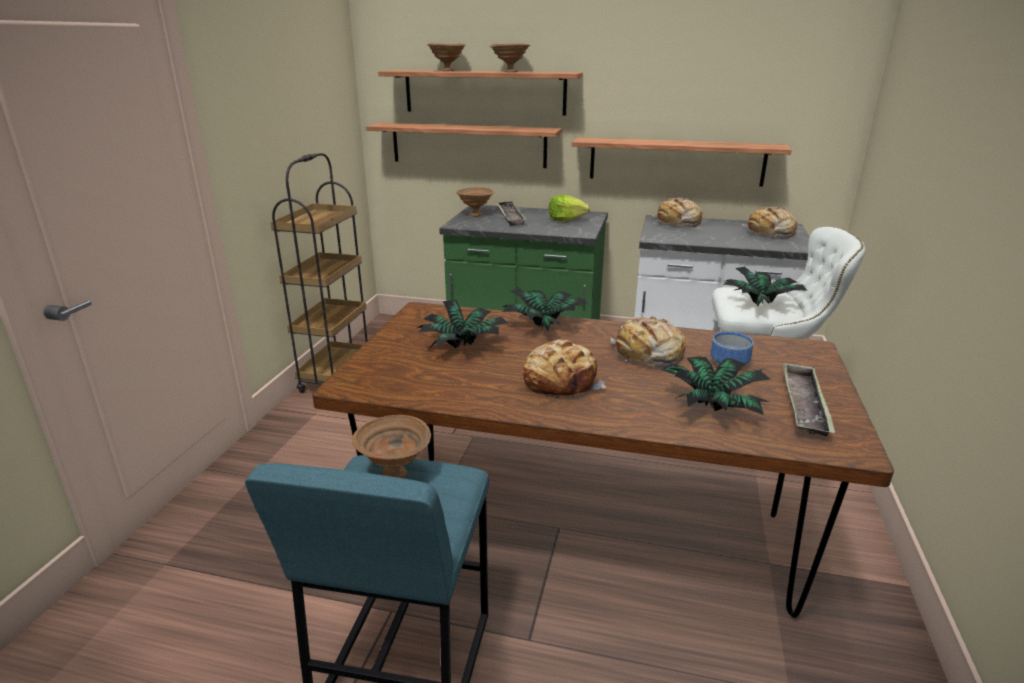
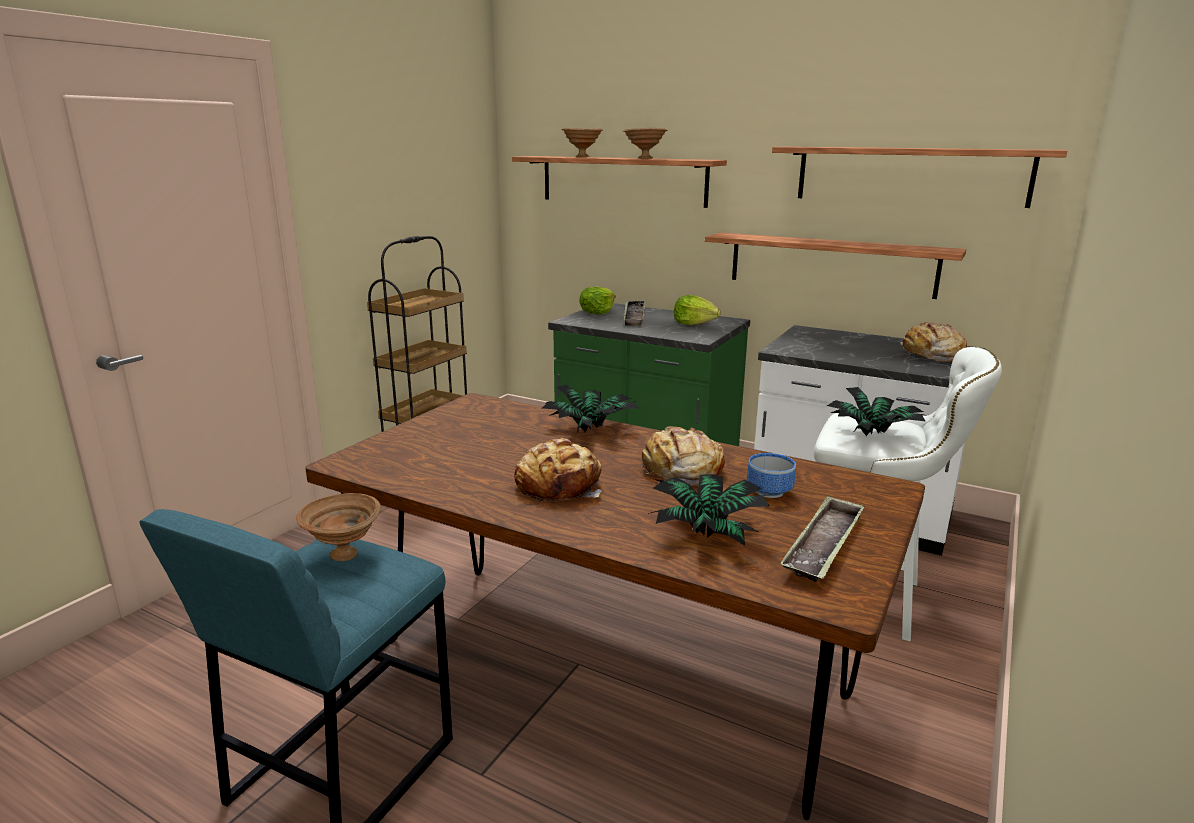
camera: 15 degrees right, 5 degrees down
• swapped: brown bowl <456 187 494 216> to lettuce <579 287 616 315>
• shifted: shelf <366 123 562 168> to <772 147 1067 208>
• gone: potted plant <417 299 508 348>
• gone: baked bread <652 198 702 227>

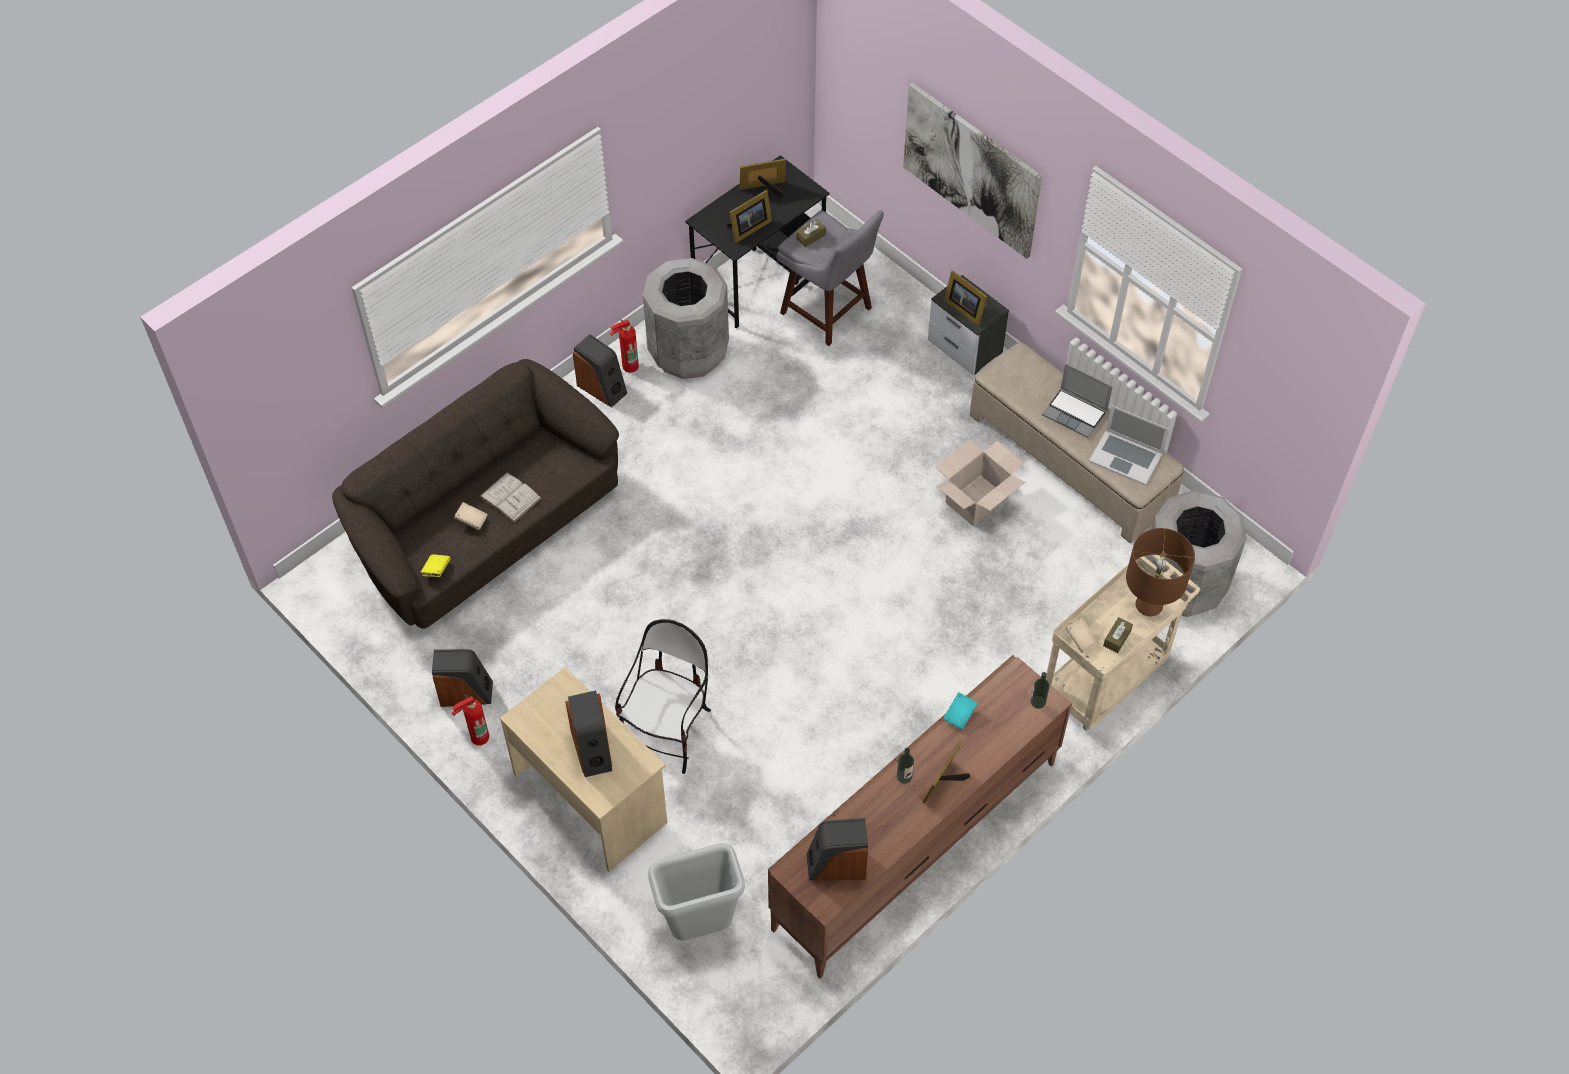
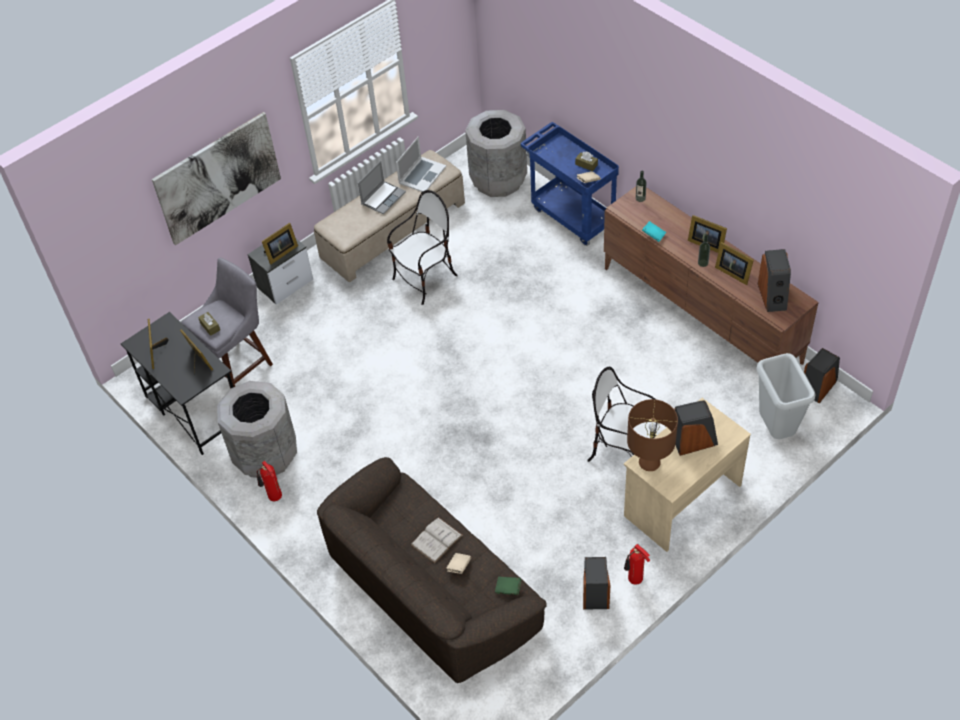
camera: 85 degrees left, 5 degrees down
• swapped: cardboard box <935 439 1025 526> to plain chair <387 190 458 305>
• repainted: yellowish book <421 554 451 577> to green-coloured book <495 577 521 595>
• repainted: beige trolley <1046 555 1200 730> to blue-coloured trolley <521 122 619 246>
• shifted: brown table lamp <1126 528 1195 616> to <627 399 678 471>
• new: picture frame <715 242 754 285>
• shifted: audio speaker <573 334 628 408> to <804 348 840 403>

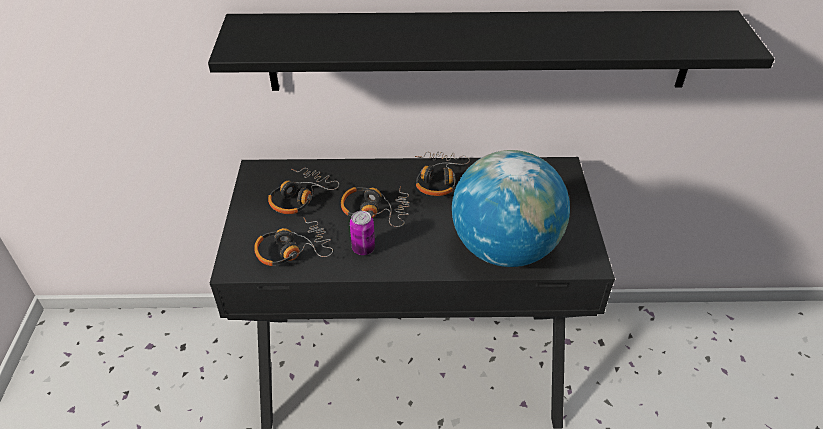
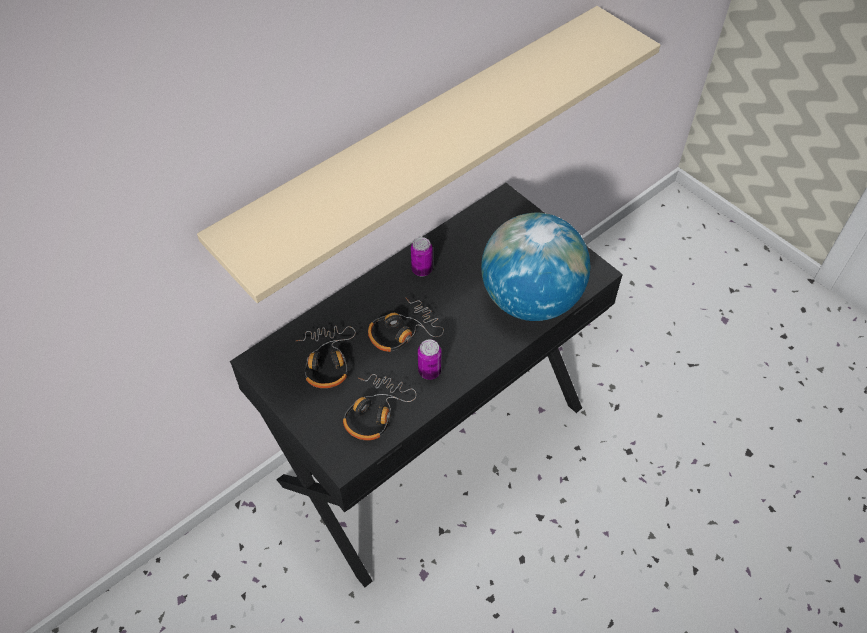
camera: 40 degrees left, 10 degrees up
• repainted: black-coloured shelf <208 10 774 91> to beige shelf <197 6 660 303>
• swapped: headphones <415 152 470 196> to can <411 237 433 276>

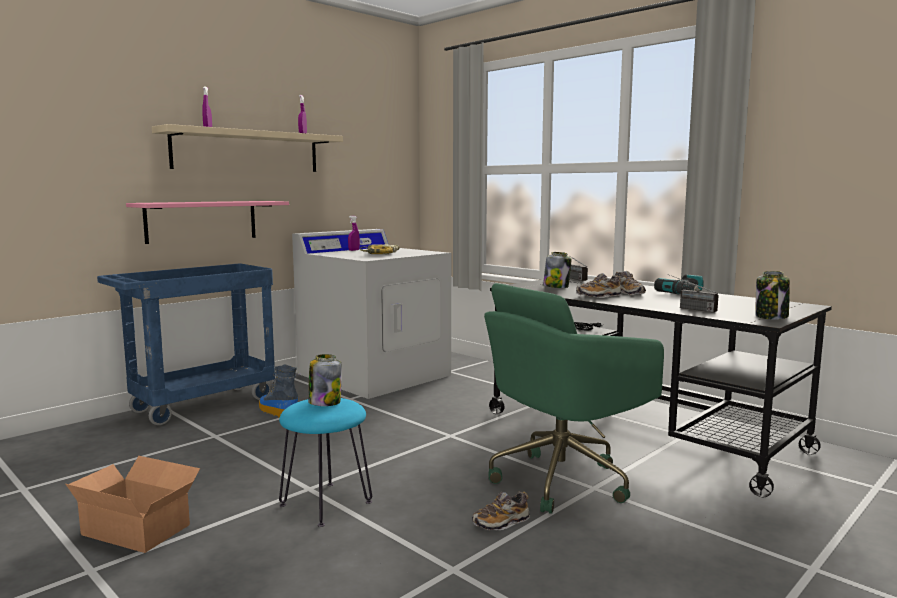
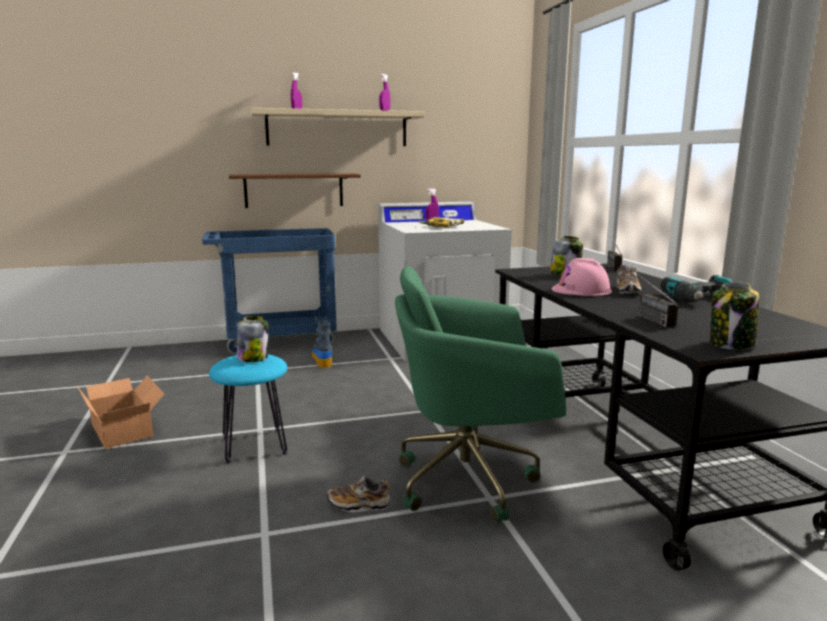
camera: 30 degrees right, 5 degrees up
• repainted: pinkish shelf <126 201 289 244> to brown shelf <229 173 361 208>
• swapped: low shoe <576 273 621 298> to pinkish safety helmet <552 258 612 296>

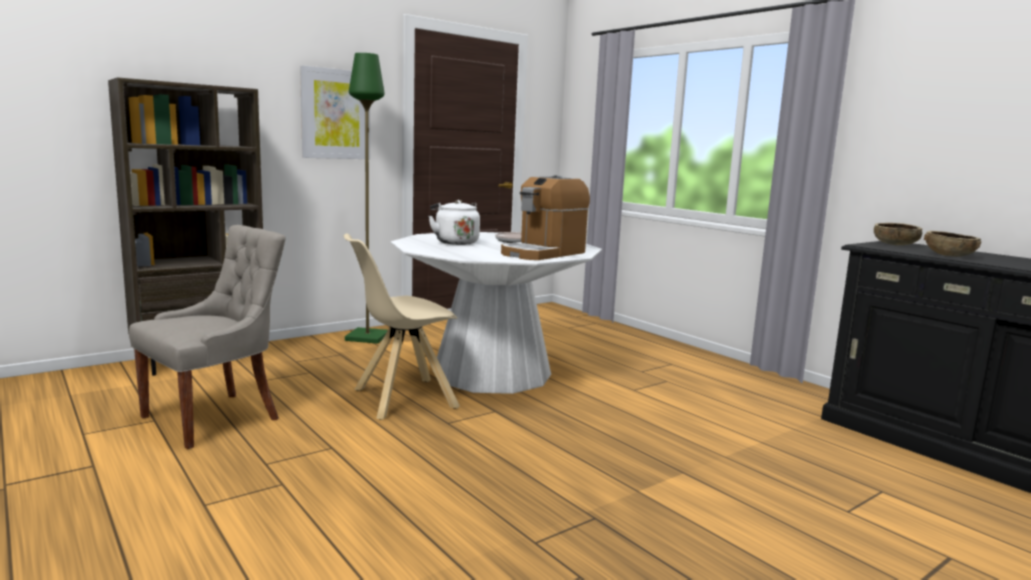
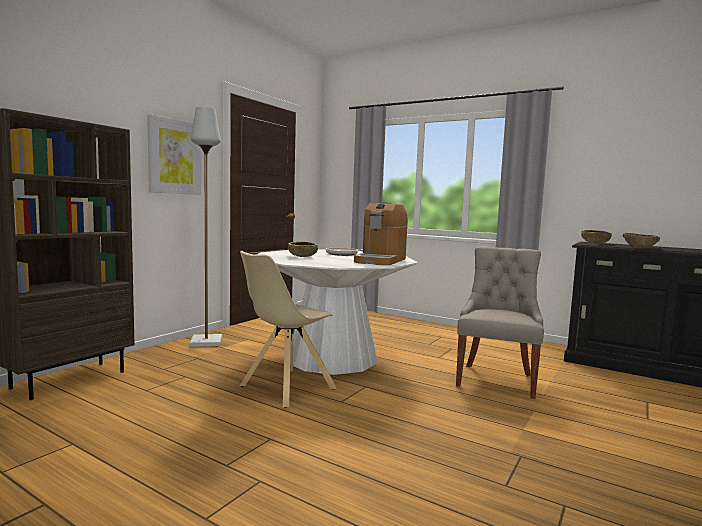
camera: 20 degrees left, 5 degrees down
• repainted: green-coloured floor lamp <345 53 388 344> to gray floor lamp <190 107 222 347>
• swapped: white tea kettle <429 200 480 245> to brown bowl <288 242 318 257>
• shifted: gray plain chair <129 225 286 449> to <456 246 544 399>

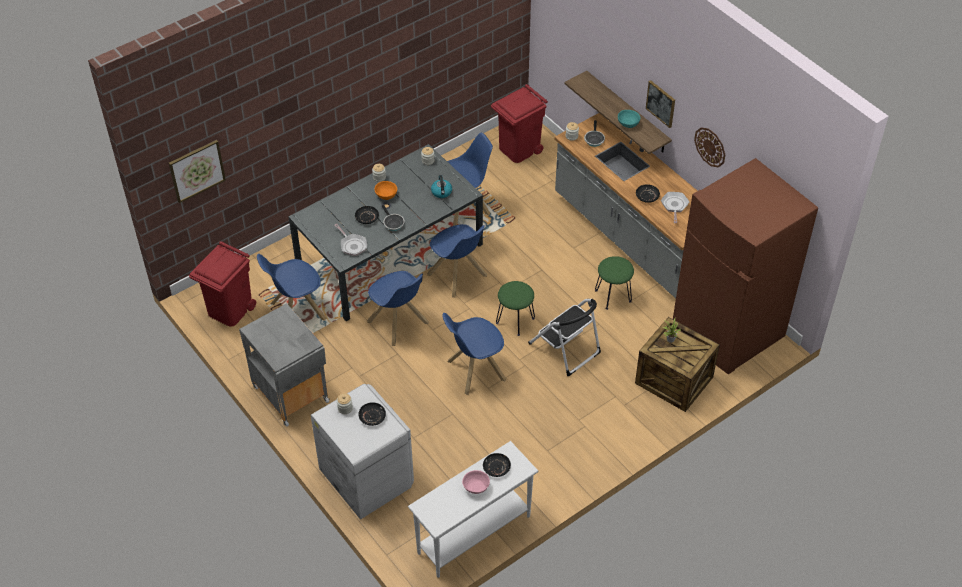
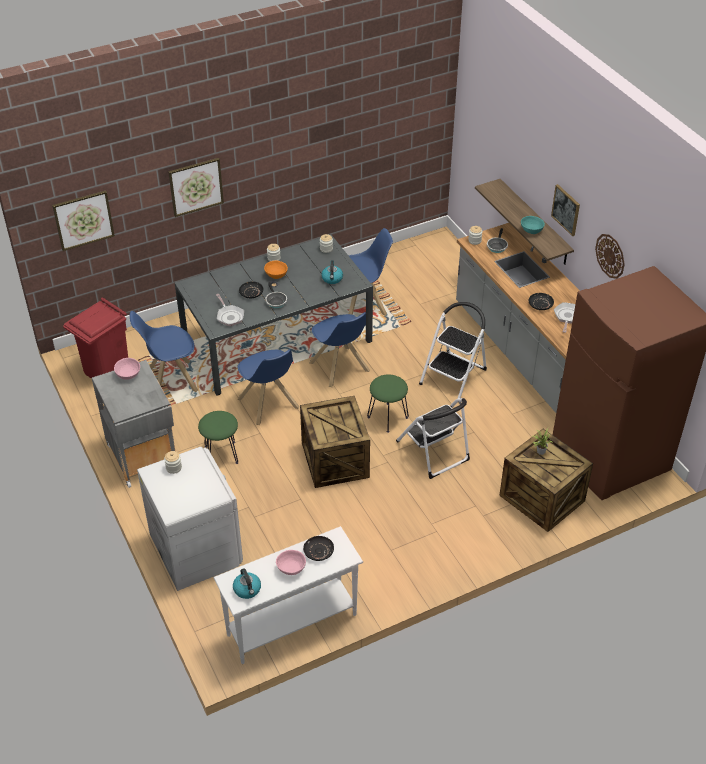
camera: 10 degrees right, 5 degrees down
• new: pinkish bowl <114 358 140 380>
• new: wall art <168 158 224 217>
• shifted: green-coloured stool seat <595 256 634 310> to <198 411 239 464>
• new: tea kettle <233 568 261 599>
• swapped: blue-coloured plain chair <442 313 506 395> to shipping crate <300 396 370 488>
• new: stepladder <419 302 487 399>
• gone: black-coloured plate <358 402 386 426>
• gone: reddish waste bin <491 84 548 163>

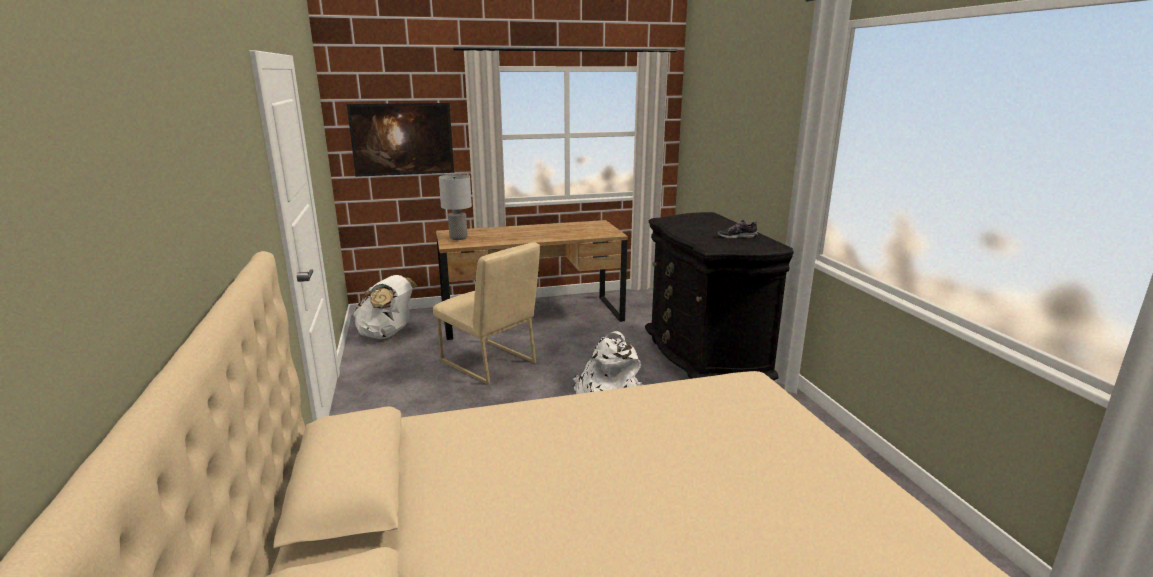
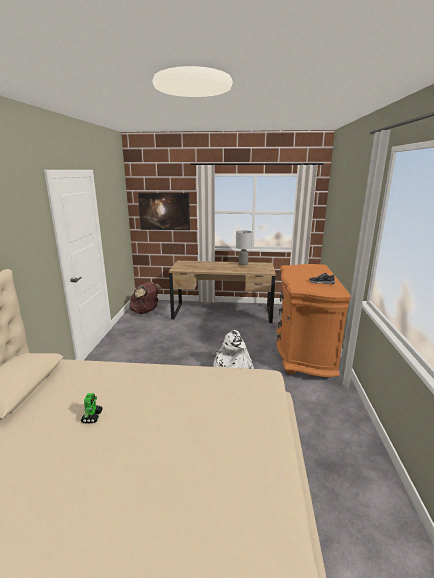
camera: 20 degrees right, 0 degrees up
• new: toy robot <81 393 102 424>
• repainted: white knapsack <353 275 417 339> to brown knapsack <129 282 162 314>
• shifted: gray table lamp <439 174 472 240> to <236 230 252 265>
• repainted: black-coloured dresser <645 212 794 381> to orange dresser <277 264 351 378>
• gone: beige plain chair <433 243 540 385>

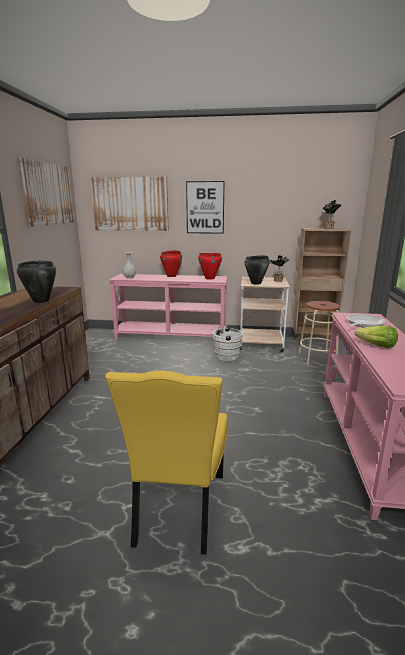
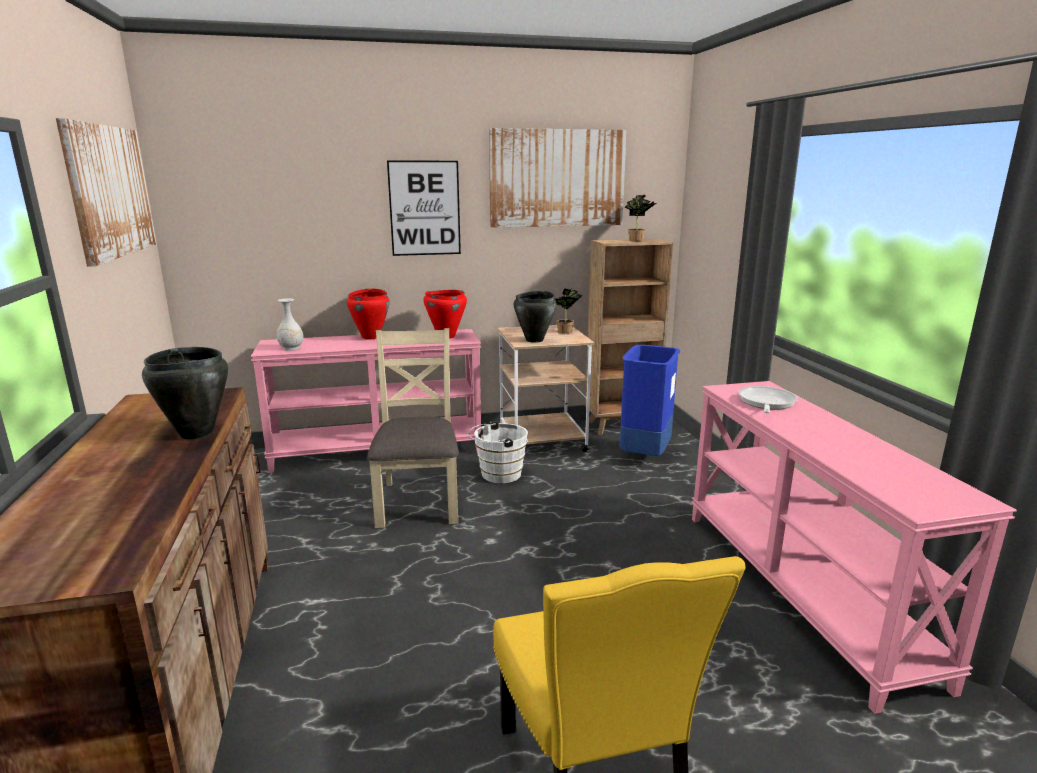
camera: 20 degrees left, 0 degrees up
• new: beige plain chair <367 328 459 528>
• shifted: wall art <91 177 169 231> to <489 128 627 228>
• swapped: beige stool seat <299 301 340 365> to blue-coloured waste bin <620 345 680 456>
• gone: lettuce <355 326 398 348>

